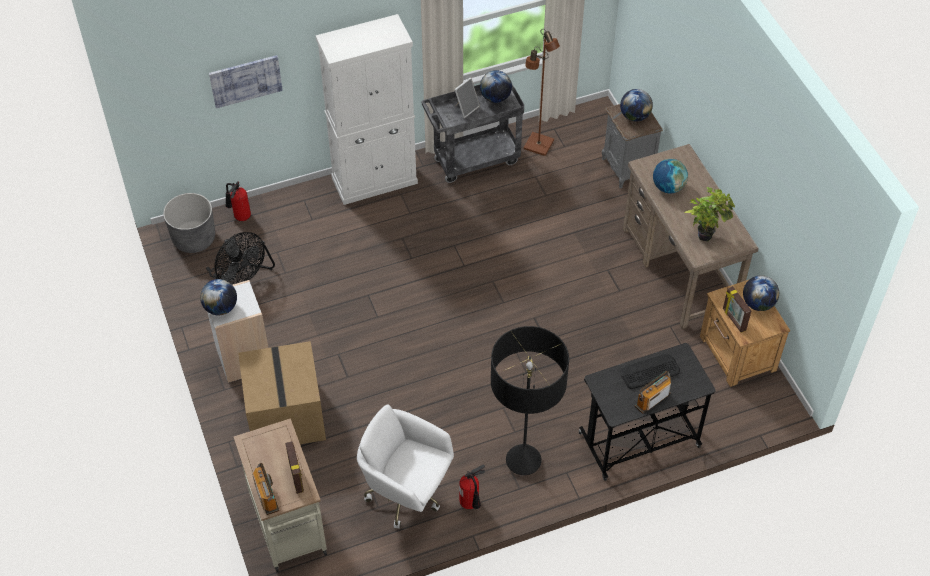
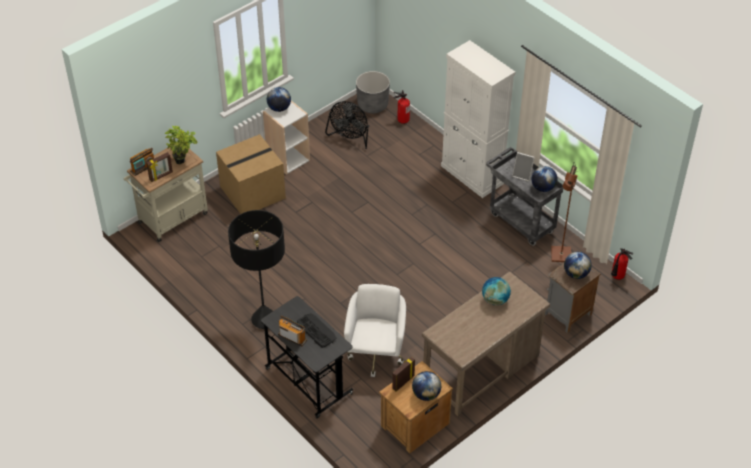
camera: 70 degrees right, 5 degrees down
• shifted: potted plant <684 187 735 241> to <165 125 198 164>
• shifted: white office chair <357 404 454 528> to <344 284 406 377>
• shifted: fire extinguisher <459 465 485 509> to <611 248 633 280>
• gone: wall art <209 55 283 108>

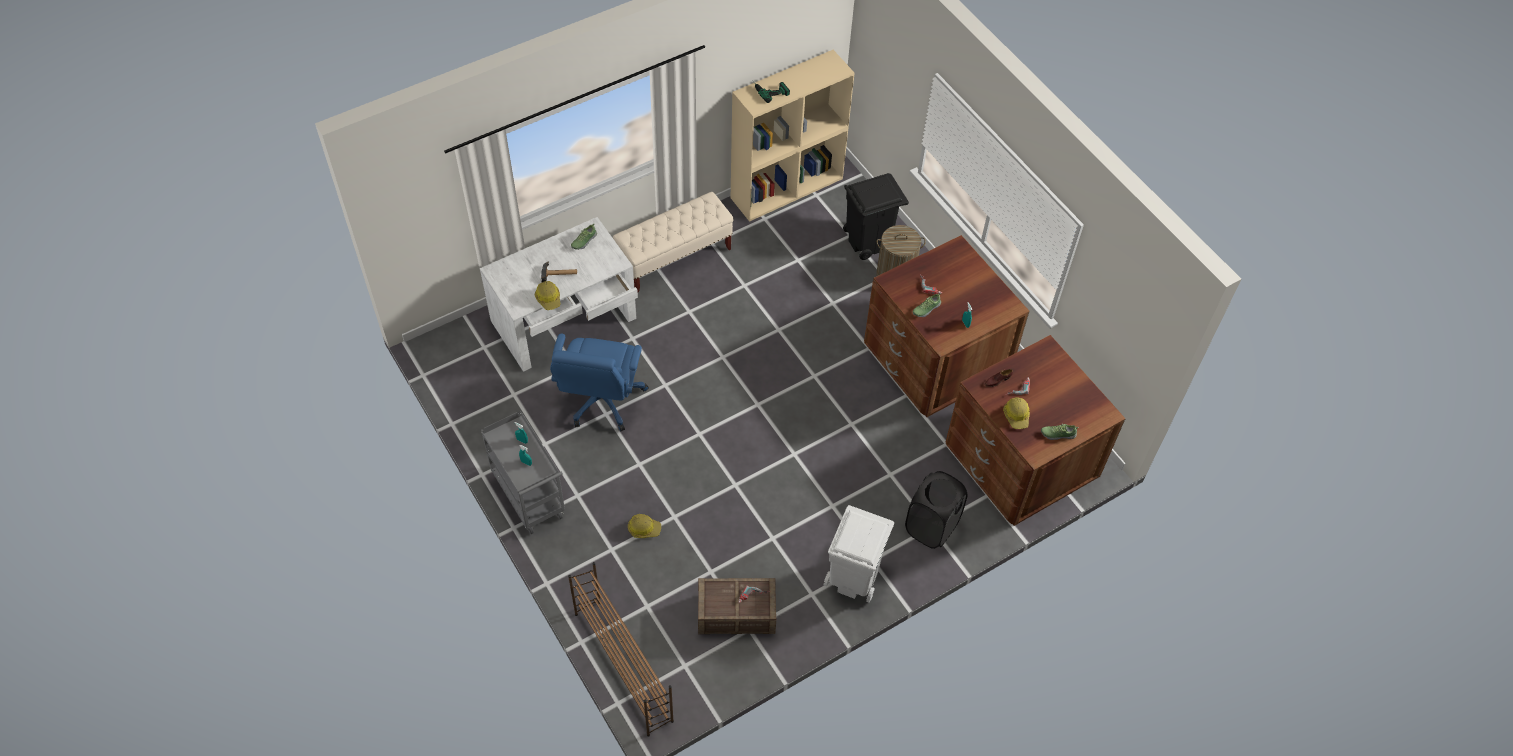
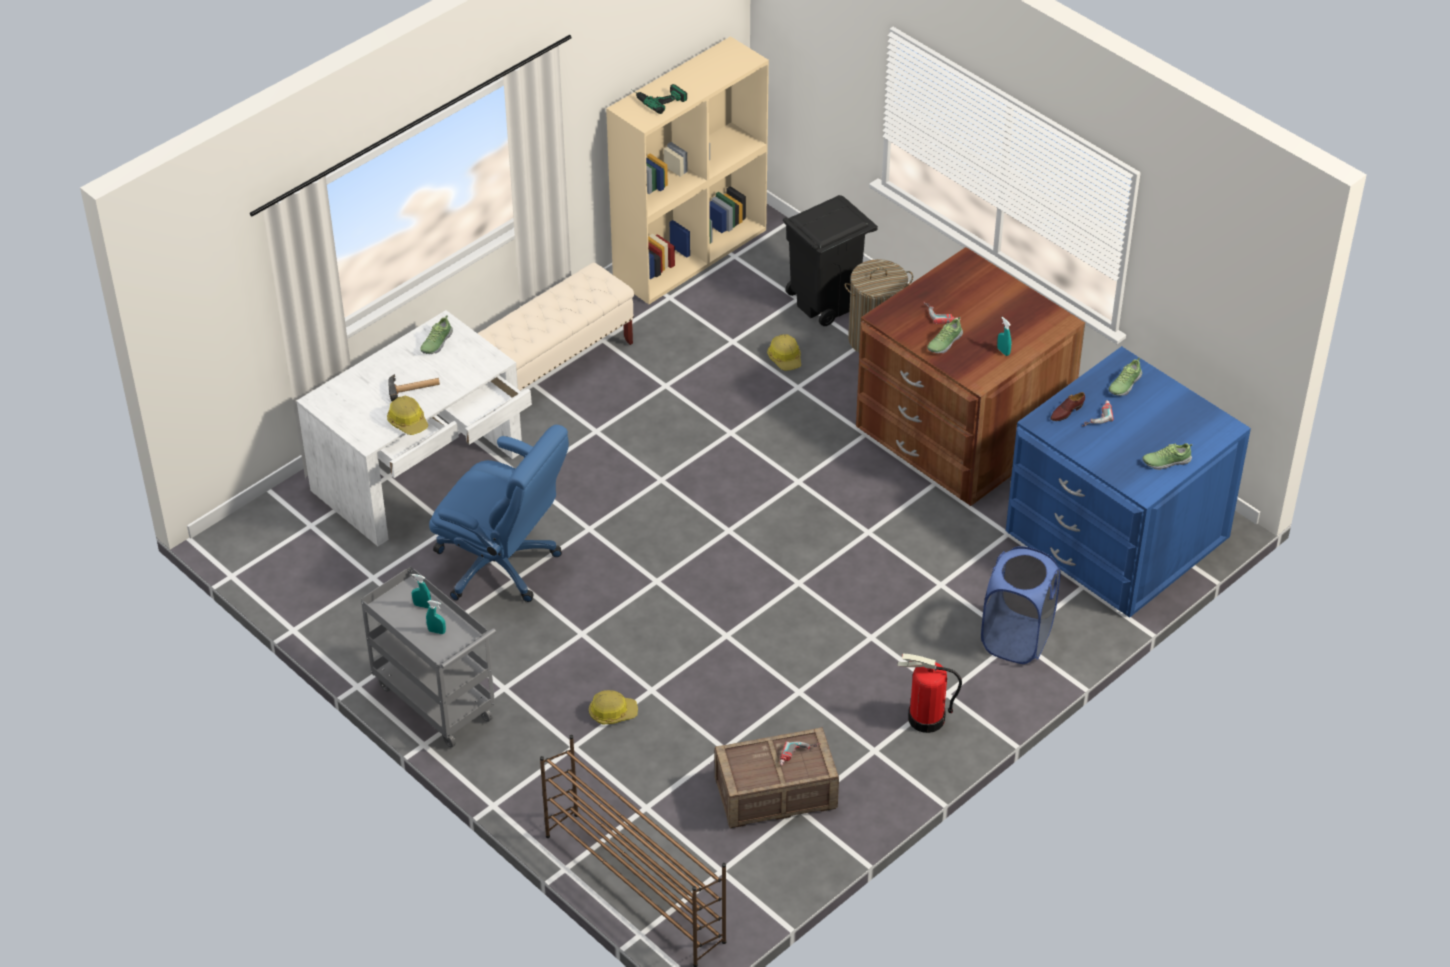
camera: 10 degrees left, 10 degrees down
• rotated: blue-coloured office chair <550 334 649 431> = <429 425 569 602> 60 degrees counterclockwise
• shifted: safety helmet <1003 397 1030 429> to <767 334 801 371>
• swapped: white waste bin <824 505 894 602> to fire extinguisher <897 654 962 733>
• repainted: black-coloured laundry basket <905 471 968 549> to blue-coloured laundry basket <981 546 1061 664>
• repainted: brown dresser <946 335 1126 526> to blue-coloured dresser <1006 346 1251 618>
• new: low shoe <1109 358 1142 396>

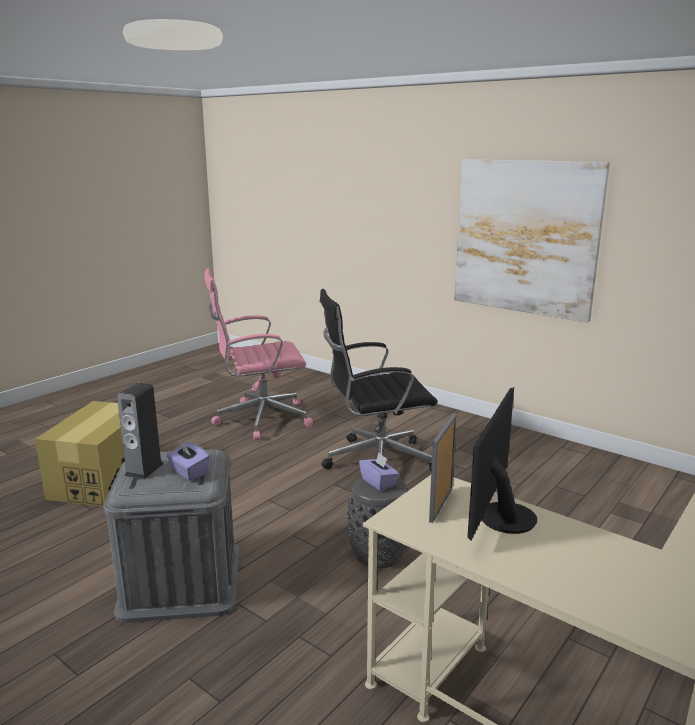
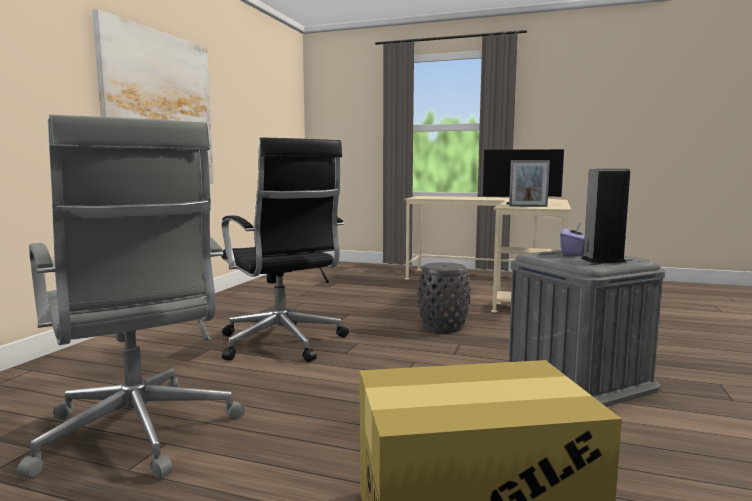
camera: 110 degrees left, 10 degrees down
• repainted: pinkish office chair <204 268 313 441> to gray office chair <17 114 245 479>
• gone: purple box of tissues <359 452 399 491>

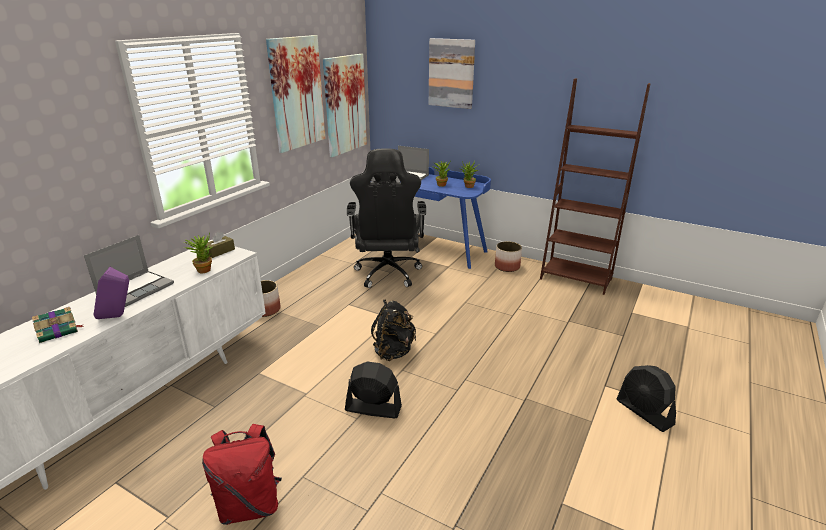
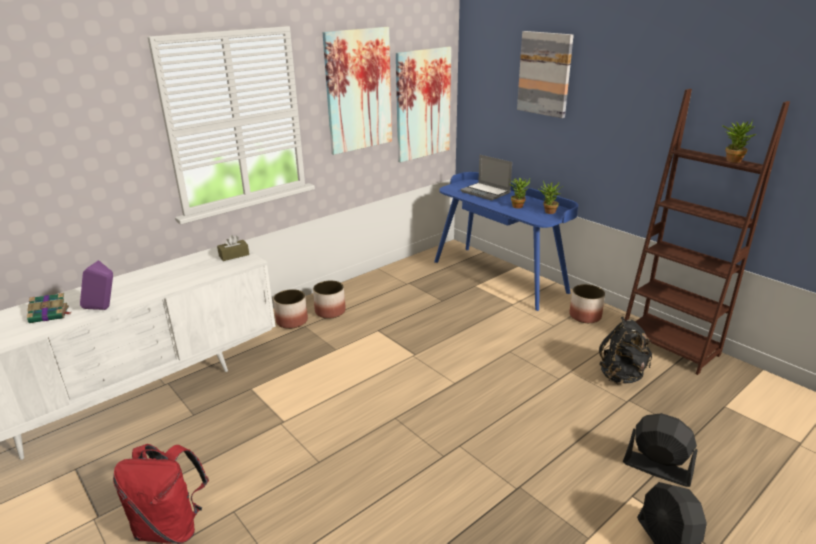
camera: 20 degrees right, 0 degrees up
• new: flower pot <313 281 346 319>
• shifted: black-coloured knapsack <371 299 416 361> to <599 317 652 385>
• shifted: black-coloured fan <345 362 402 418> to <623 413 697 487>
• shifted: potted plant <184 233 212 273> to <722 120 756 163>
• gone: laptop <84 235 174 307>
• gone: black-coloured office chair <347 148 426 288>

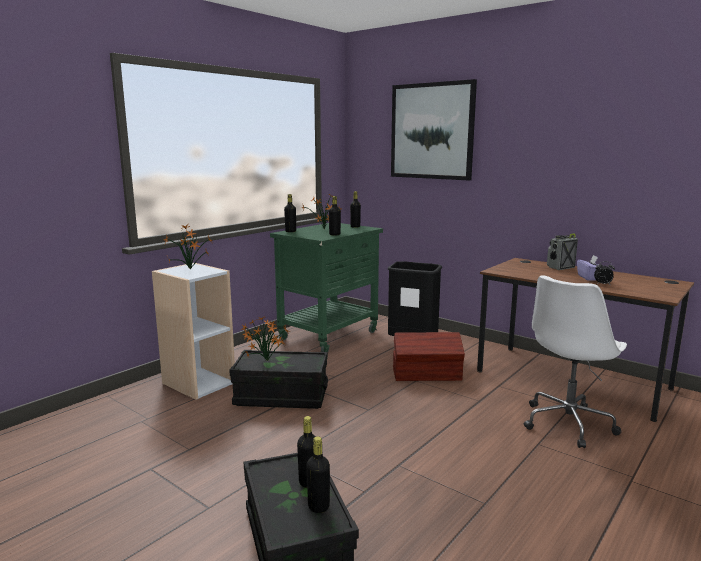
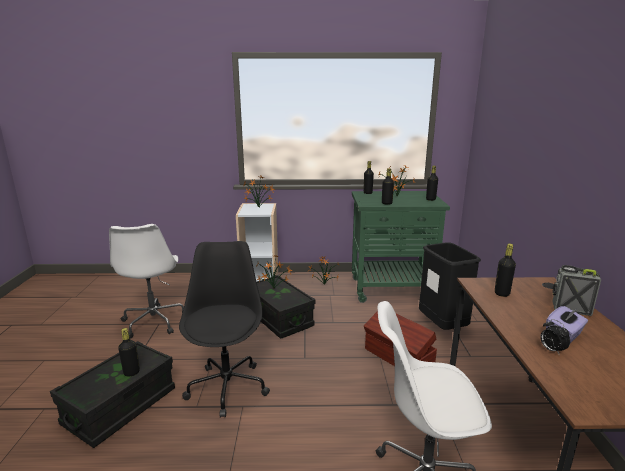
camera: 50 degrees right, 5 degrees up
• new: white office chair <109 224 184 339>
• new: black-coloured office chair <179 241 270 418>
• shifted: black-coloured beverage bottle <307 436 330 513> to <495 243 516 297>
• gone: wall art <391 79 477 180>

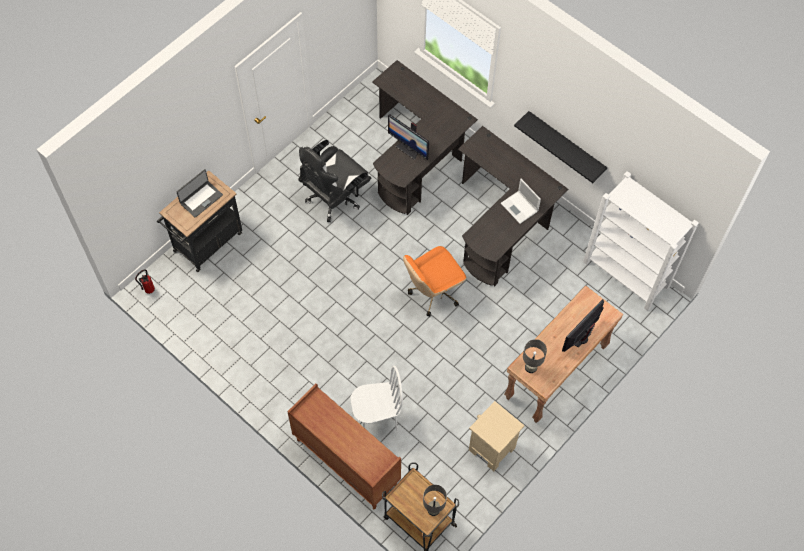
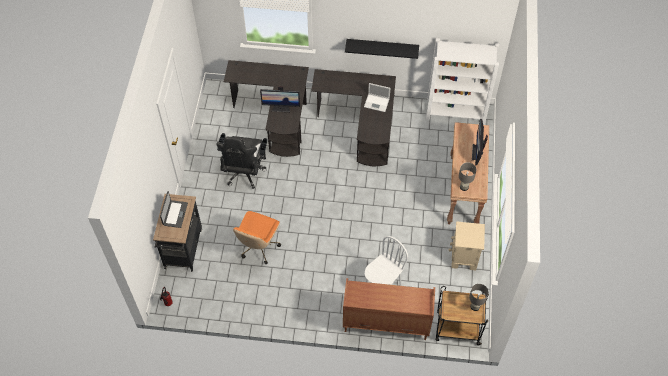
camera: 35 degrees left, 5 degrees down
• shifted: orange office chair <403 246 466 316> to <233 211 281 265>

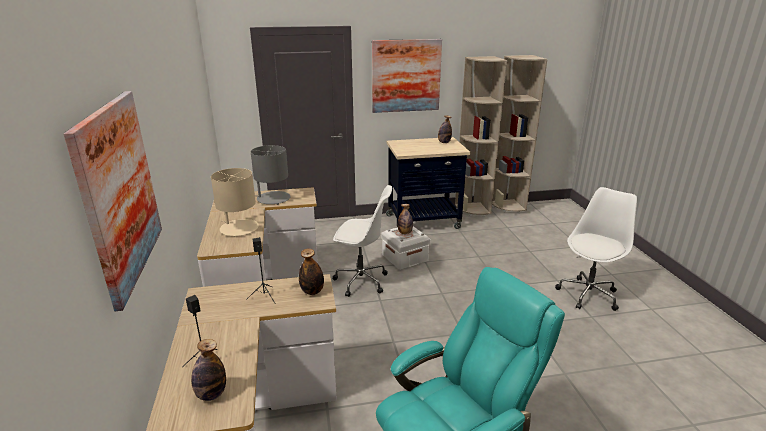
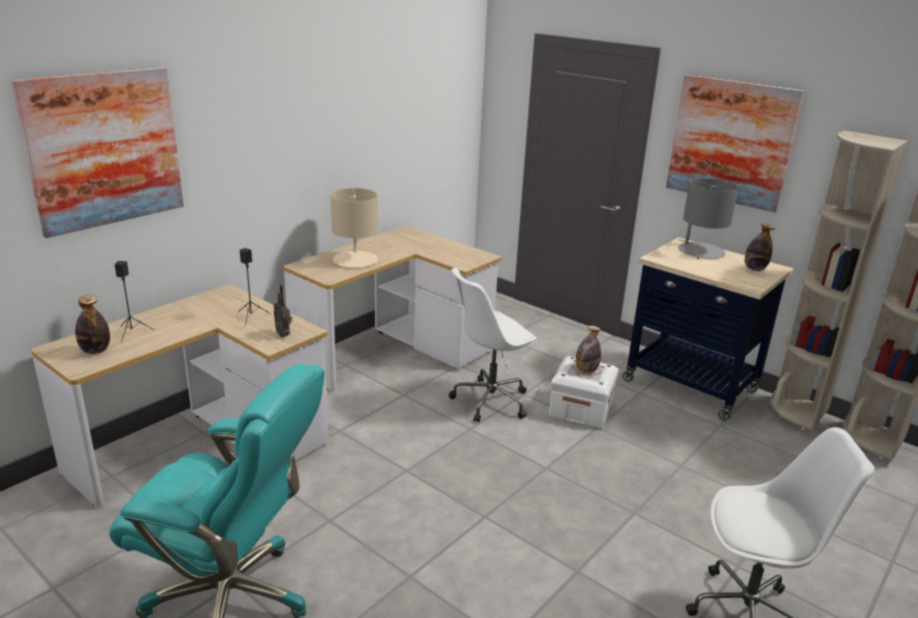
camera: 50 degrees right, 0 degrees up
• swapped: beverage bottle <299 249 324 295> to radio <274 285 292 337>
• rotated: white office chair <332 185 392 297> = <449 268 537 422> 90 degrees clockwise
• shifted: gray table lamp <251 145 291 205> to <678 178 738 259>

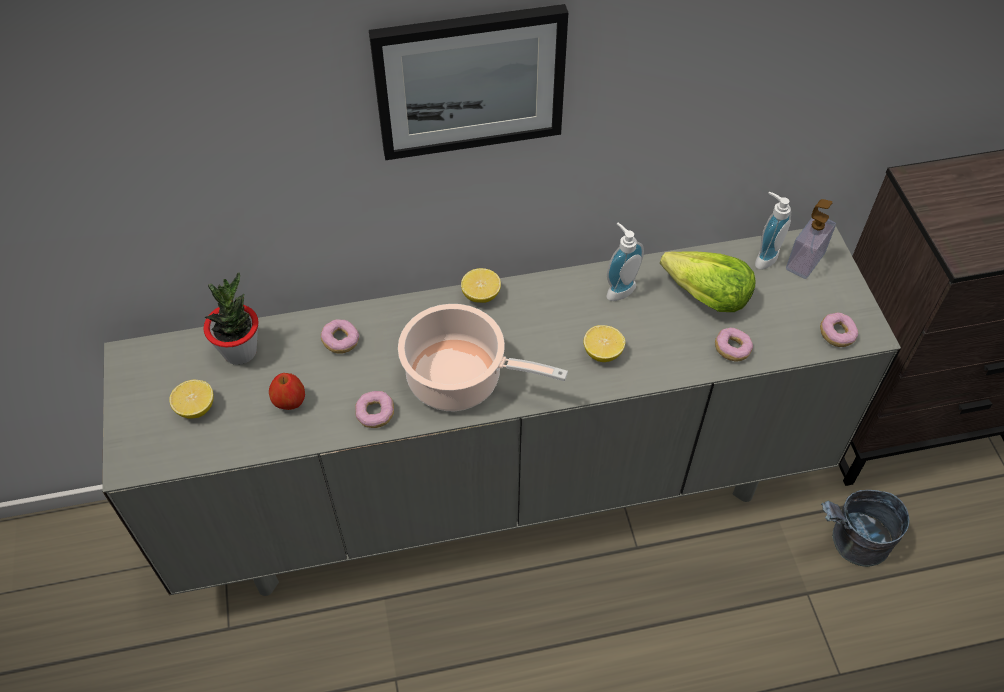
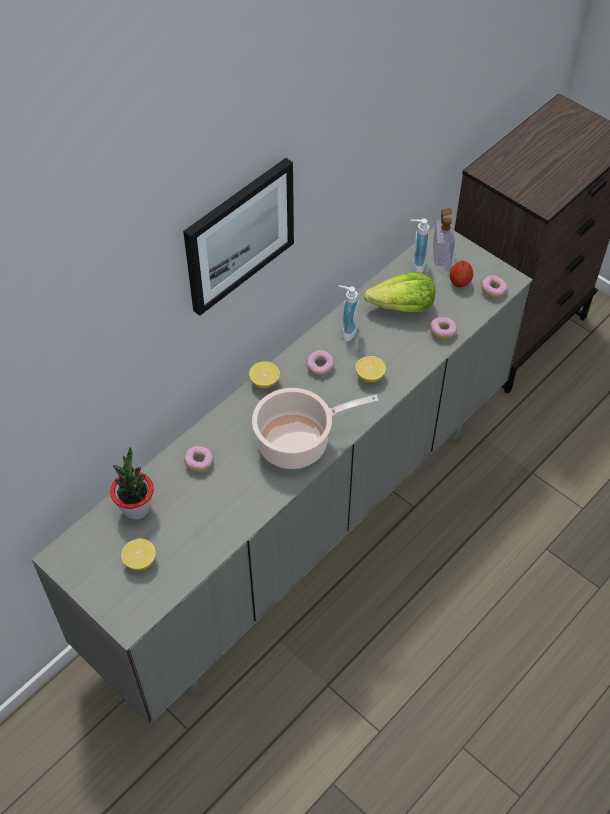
camera: 35 degrees left, 0 degrees up
• shifted: donut <355 391 394 428> to <306 350 334 376>
• shifted: apple fruit <269 373 305 410> to <450 260 473 287>
• gone: gray pail <821 490 910 567>

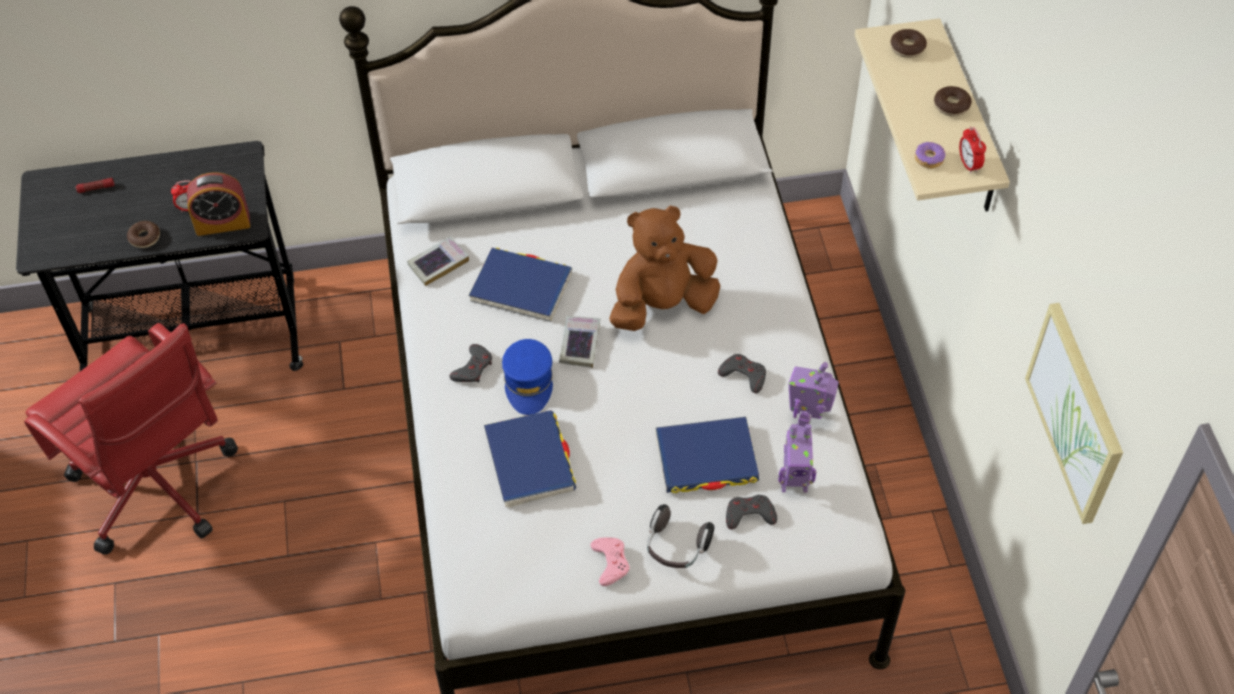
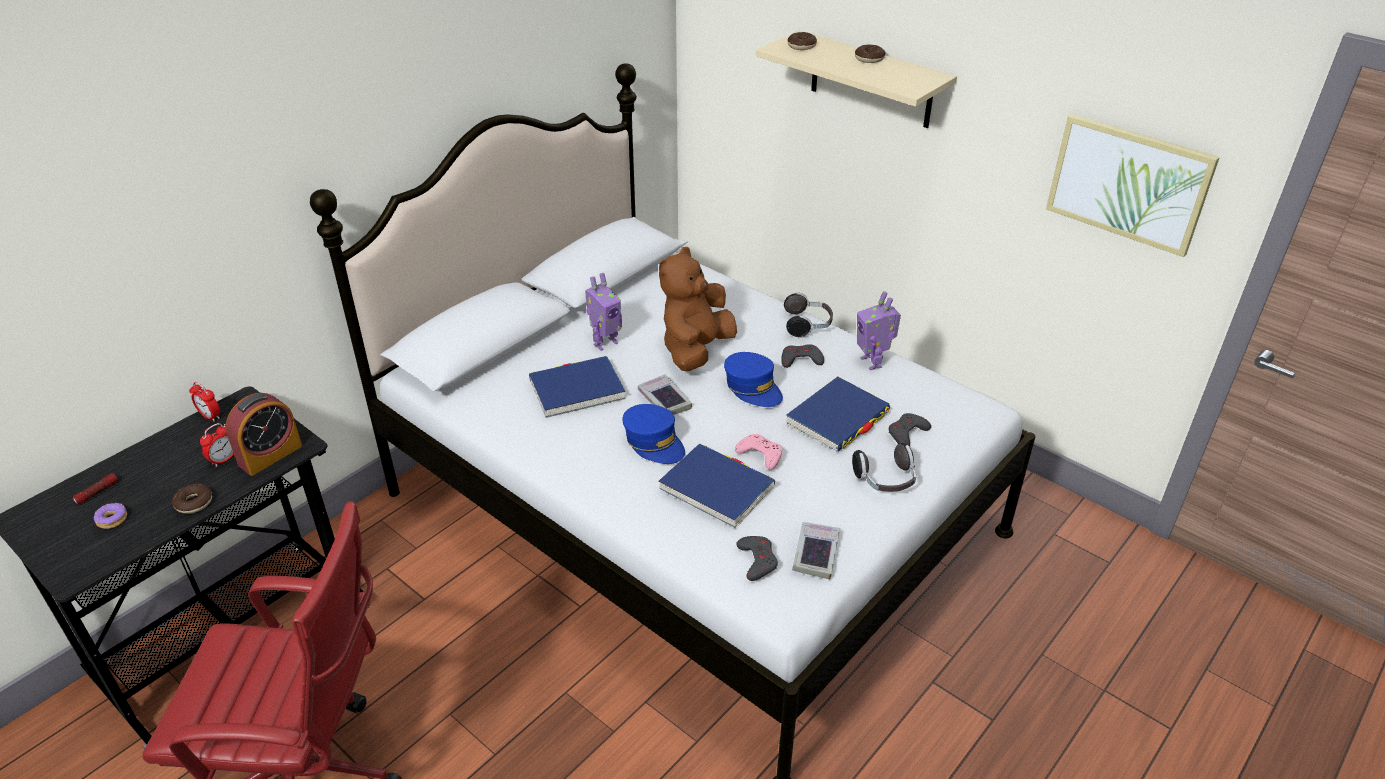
camera: 40 degrees left, 15 degrees down
• shifted: donut <915 142 945 169> to <94 503 127 529>
• shifted: bedside clock <959 127 986 174> to <189 382 220 422>
• shifted: toy robot <778 424 817 492> to <585 273 622 351>
• new: blue-coloured peaked cap <724 352 783 407>
• shifted: pinkish joypad <590 537 630 586> to <735 434 782 470>
• shifted: gray joypad <449 344 492 383> to <736 536 778 581>
• new: headphones <784 292 833 338>
• shifted: book <407 236 469 286> to <792 522 840 580>

